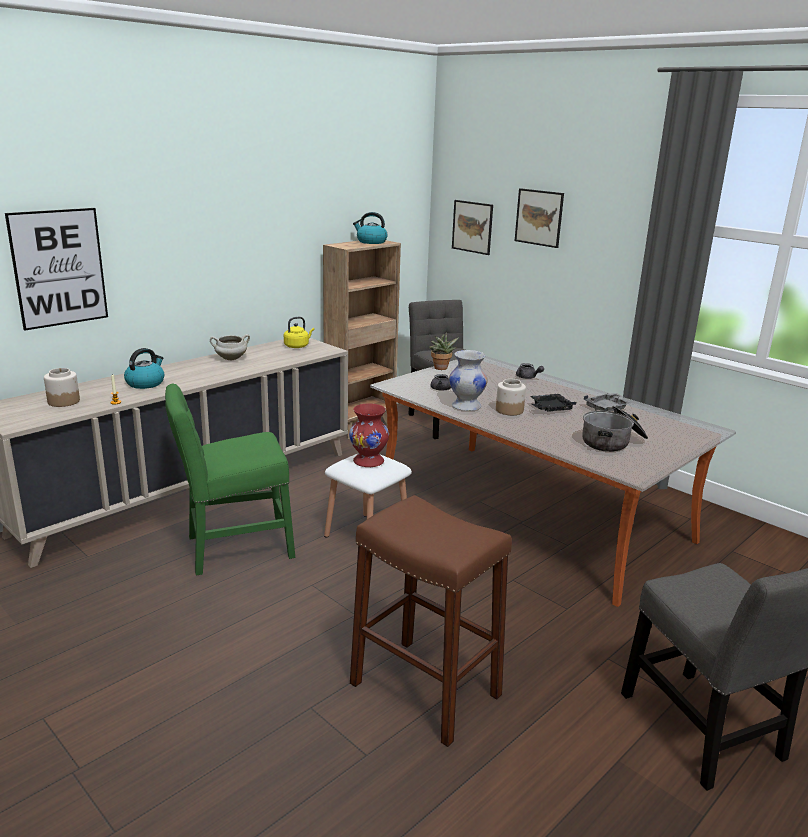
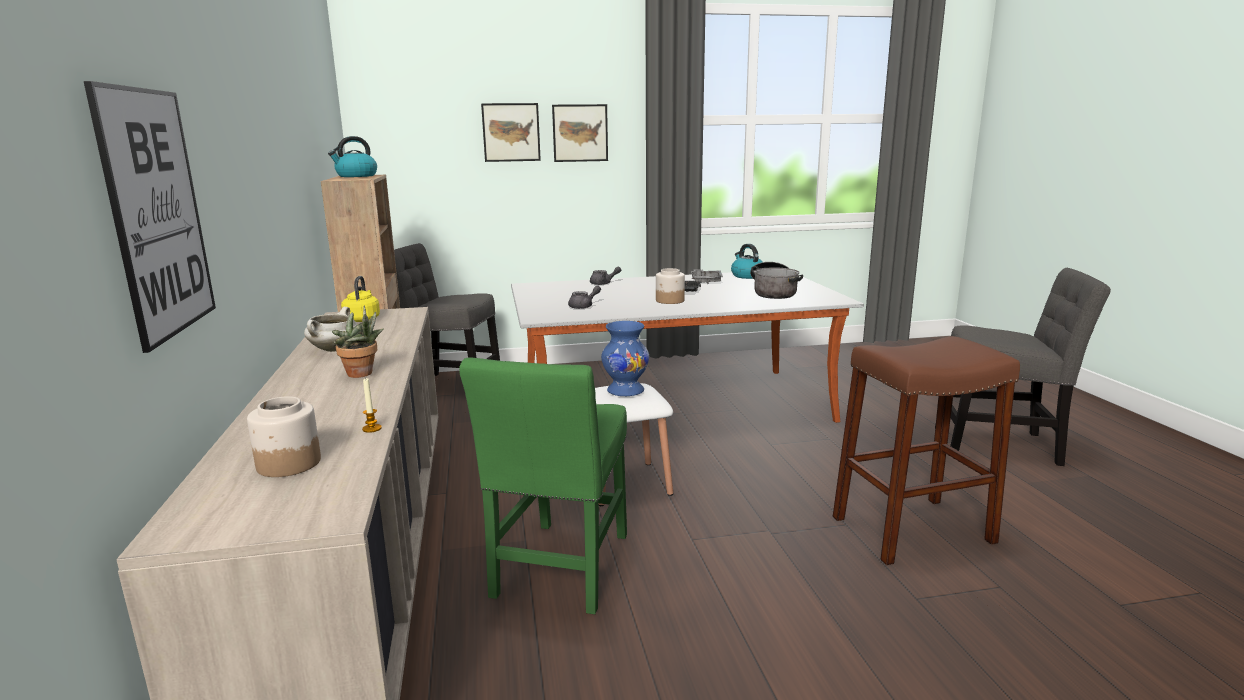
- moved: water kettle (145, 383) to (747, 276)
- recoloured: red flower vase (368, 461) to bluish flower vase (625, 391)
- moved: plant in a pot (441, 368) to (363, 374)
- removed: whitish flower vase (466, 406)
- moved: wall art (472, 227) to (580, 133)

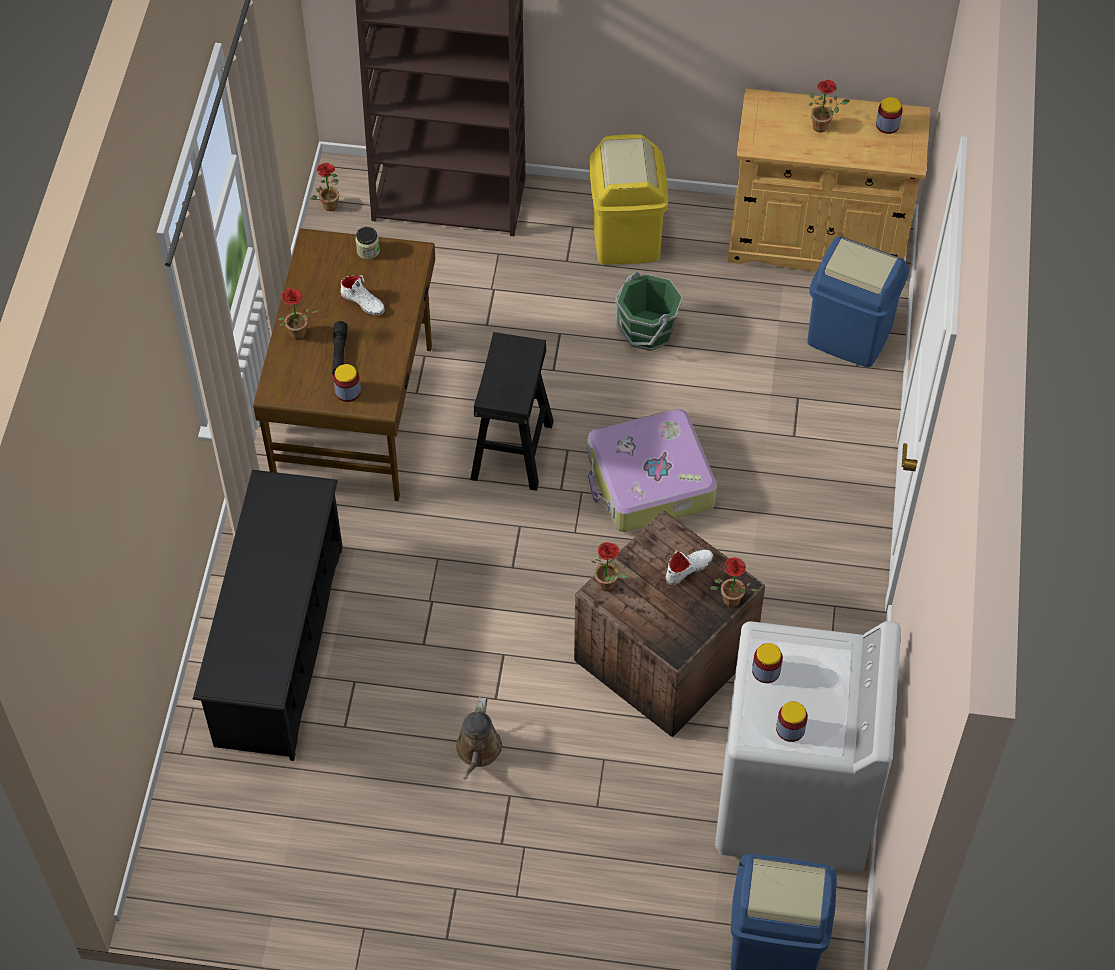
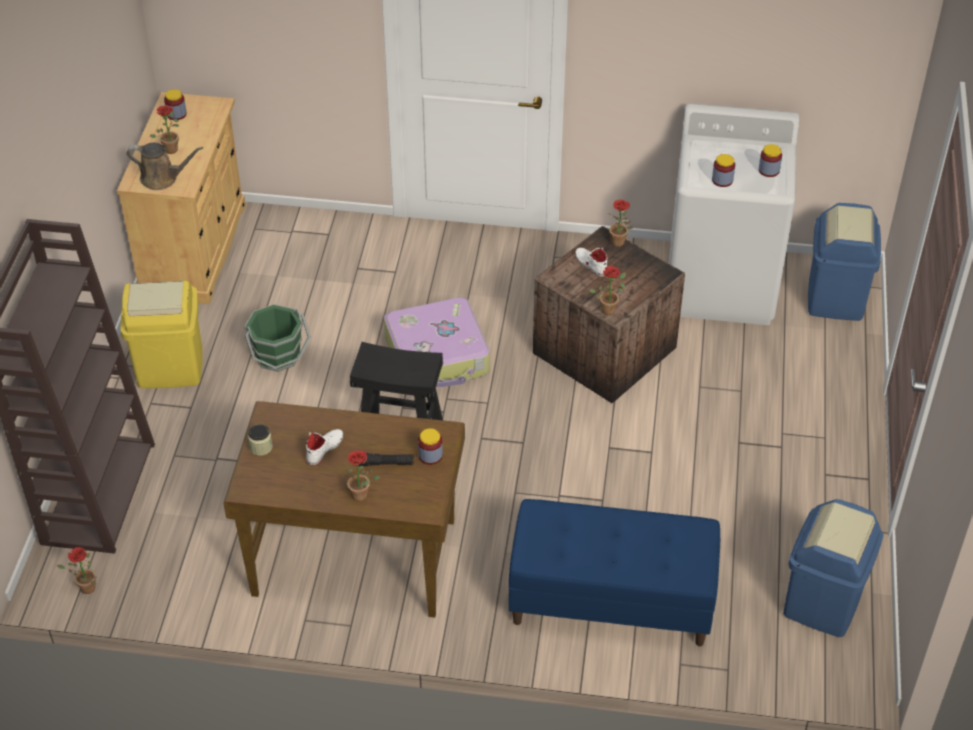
- replaced: black-coloured shoe shelf (279, 645) to bluish bench (610, 602)
- moved: brown sprinkling can (478, 751) to (162, 178)
- moved: bluish trash can (849, 335) to (823, 602)

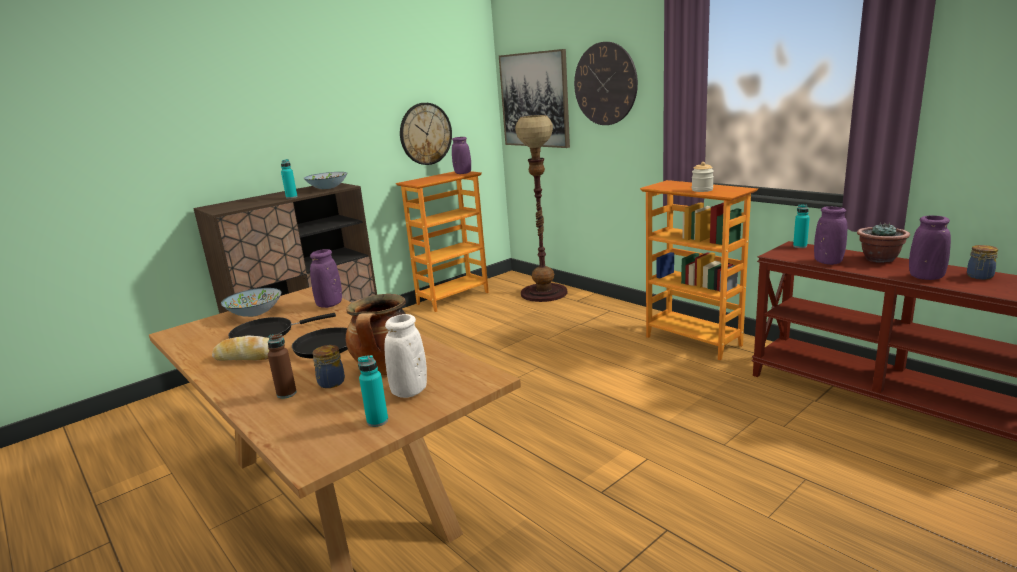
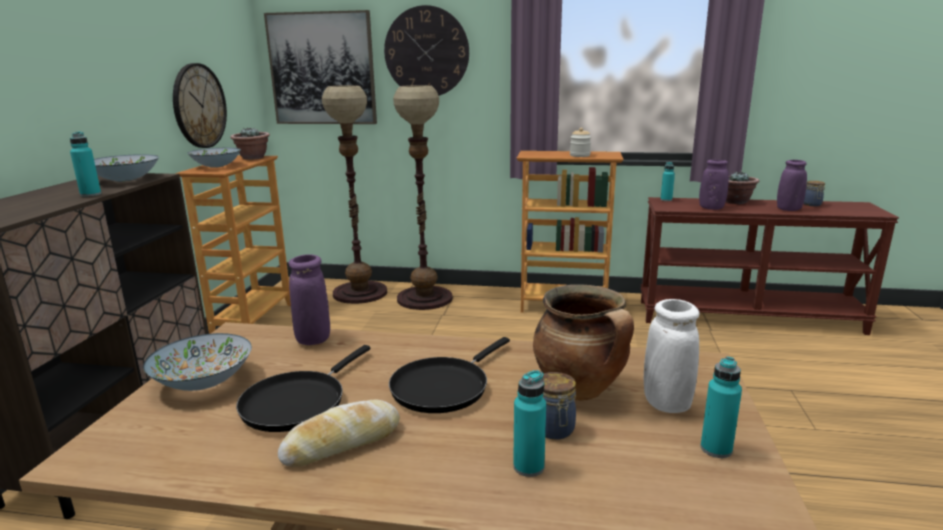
- recoloured: brown drink bottle (286, 394) to turquoise drink bottle (528, 467)
- replaced: purplish flower vase (462, 173) to plant in a pot (253, 158)
- added: bowl (217, 166)
- added: standard lamp (425, 298)

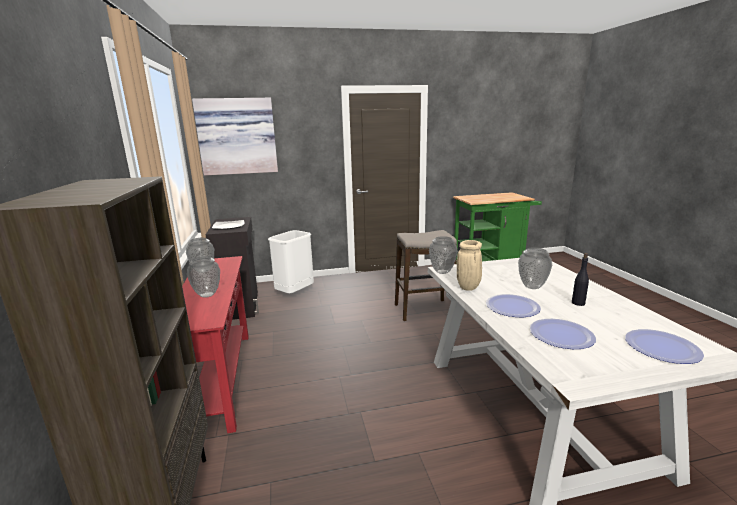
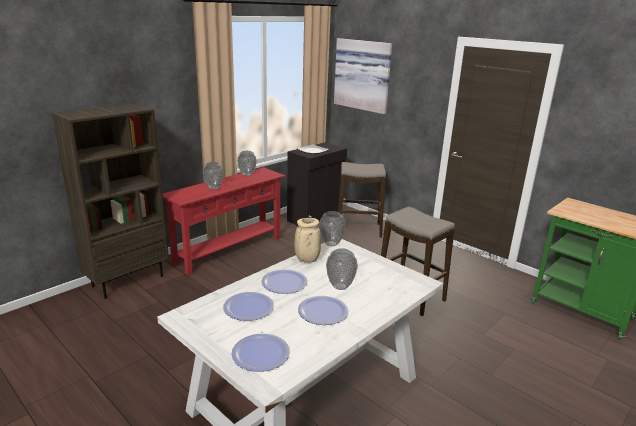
- replaced: whitish trash can (295, 294) to stool (358, 229)
- replaced: black-coloured drink bottle (578, 303) to flat dish (323, 311)

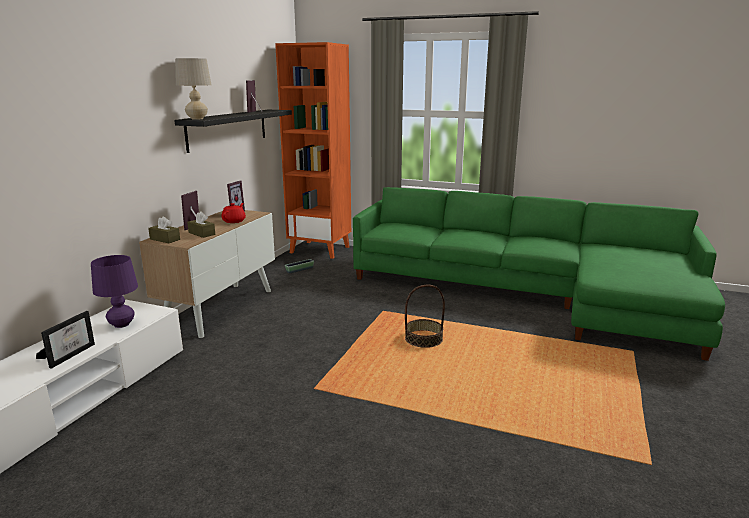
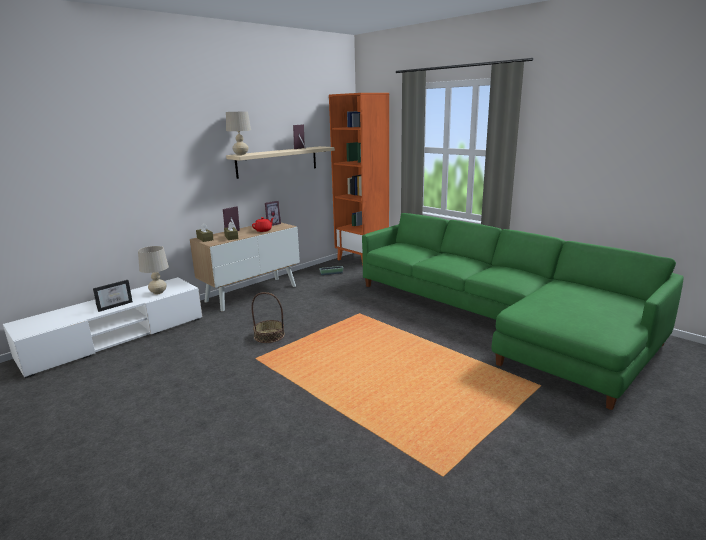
- recoloured: purplish table lamp (121, 324) to beige-coloured table lamp (158, 292)
- recoloured: black-coloured bracket shelf (228, 129) to beige-coloured bracket shelf (277, 161)
- moved: basket (423, 339) to (269, 336)

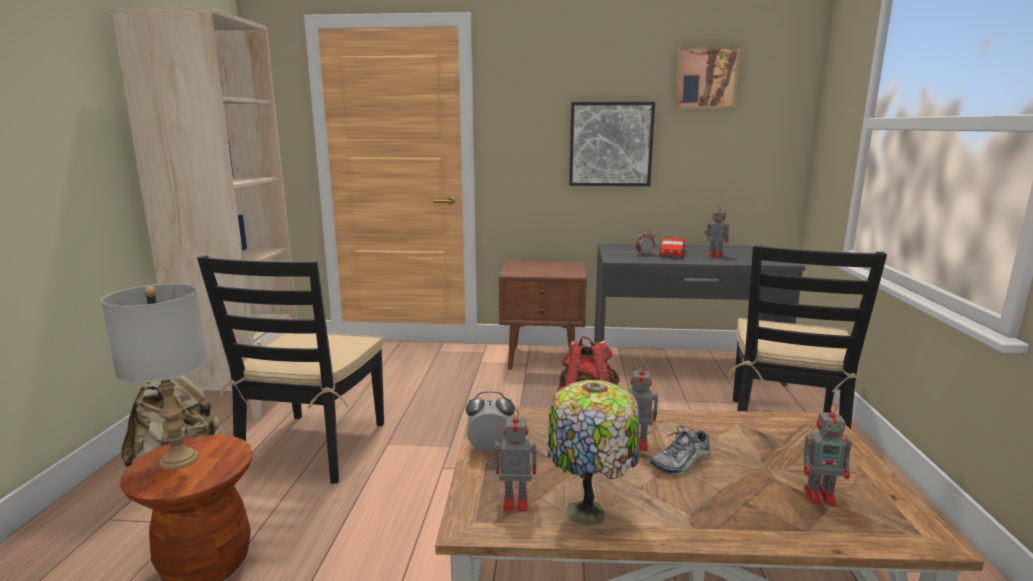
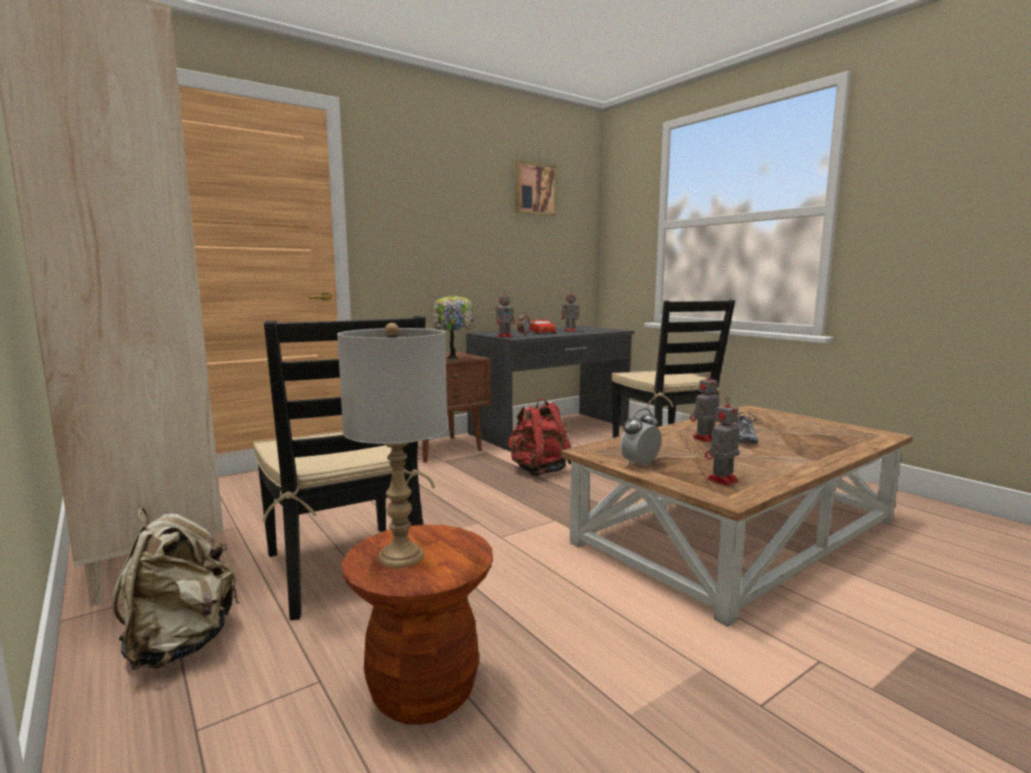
- moved: table lamp (589, 514) to (453, 359)
- removed: wall art (610, 144)
- moved: model robot (821, 496) to (505, 336)

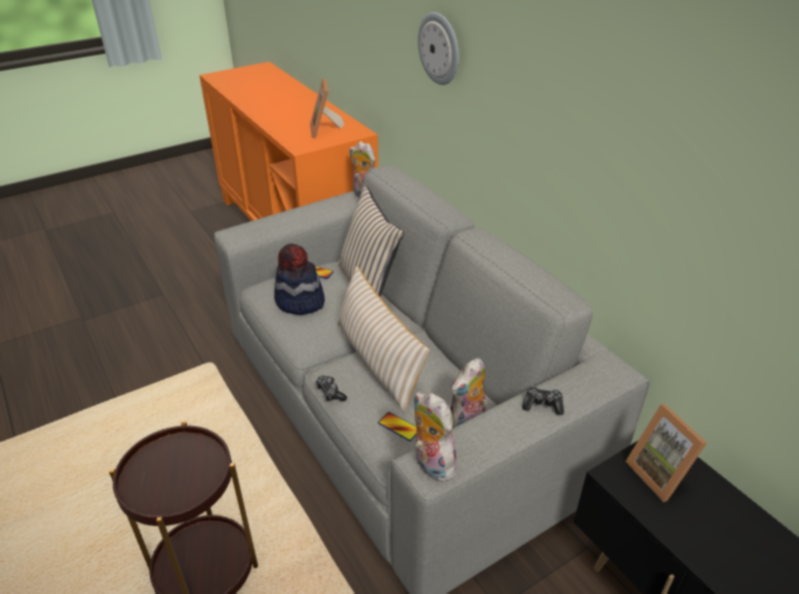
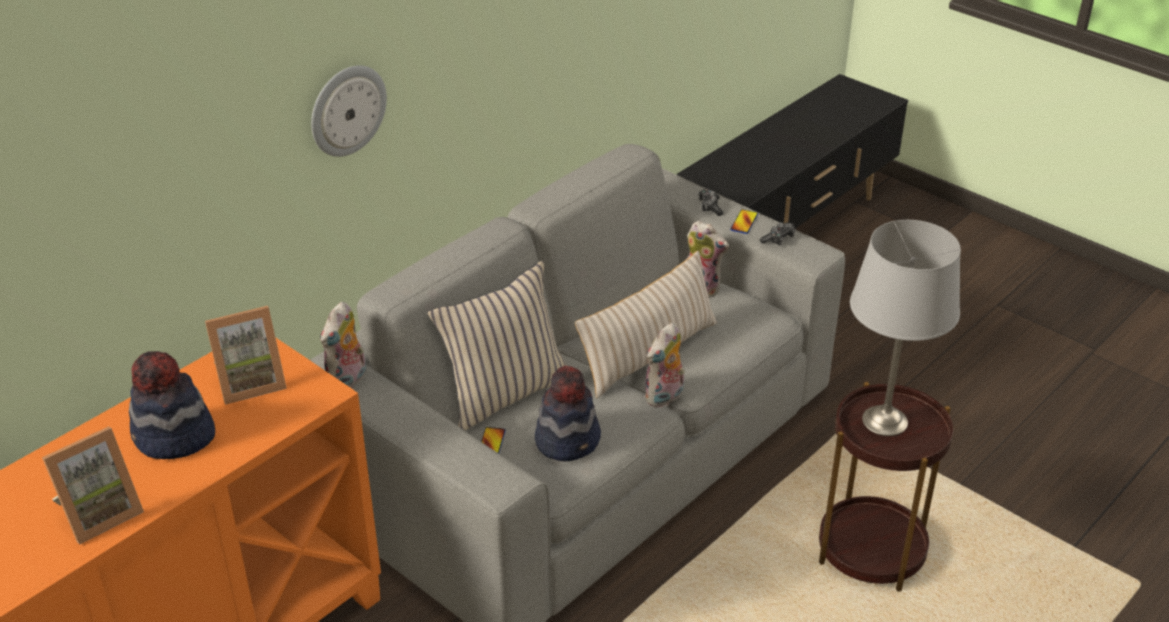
- moved: joypad (330, 393) to (778, 239)
- moved: handset (399, 427) to (744, 222)
- moved: plush toy (431, 464) to (665, 397)
- moved: picture frame (660, 474) to (99, 513)
- added: wearable hat (174, 437)
- added: gray table lamp (885, 421)

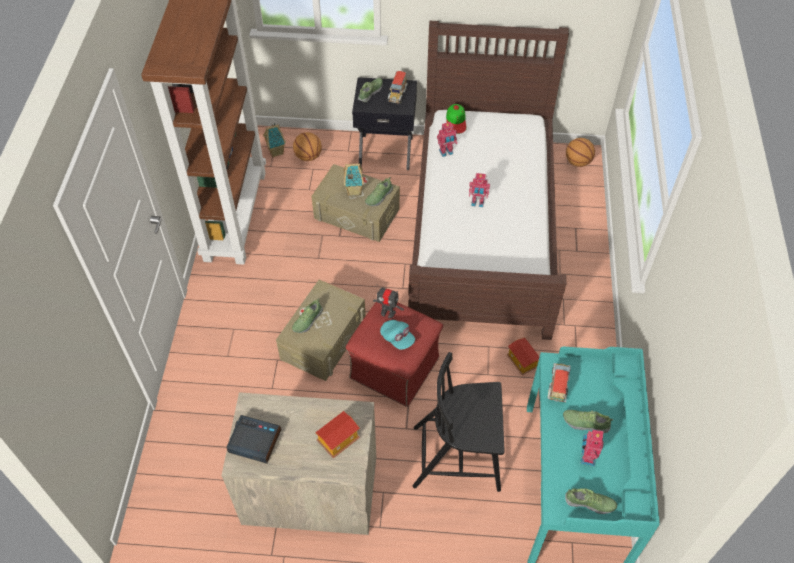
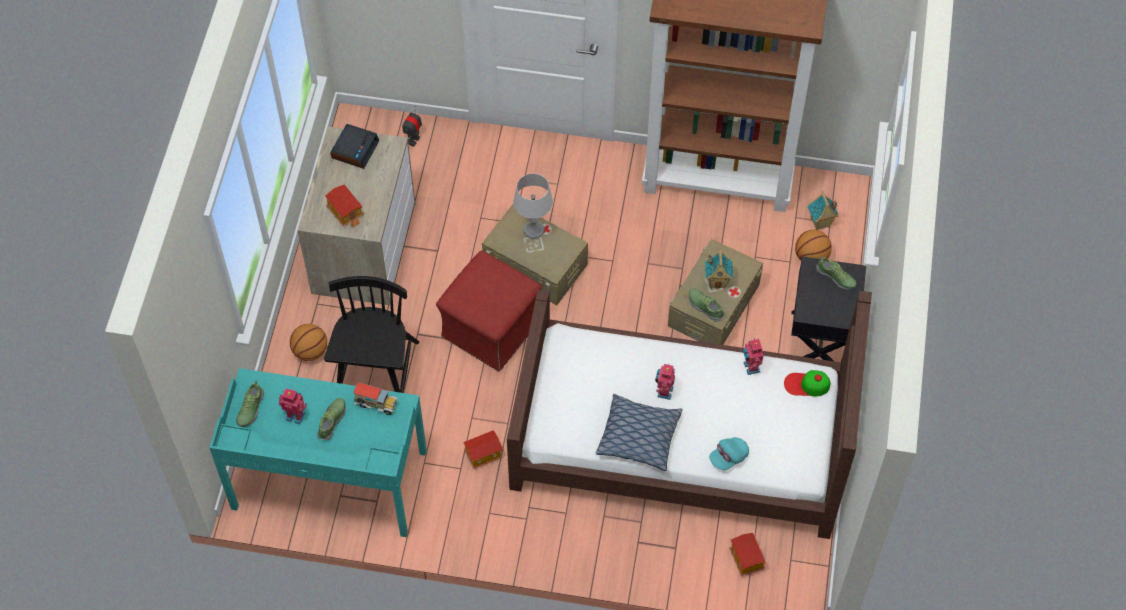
- replaced: shoe (307, 320) to gray table lamp (534, 230)
- moved: model robot (388, 312) to (413, 140)
- moved: turquoise baseball cap (397, 338) to (728, 457)
- removed: model truck (397, 95)
- moved: basketball (577, 162) to (310, 351)
- added: throw pillow (639, 437)
- added: toy house (745, 559)

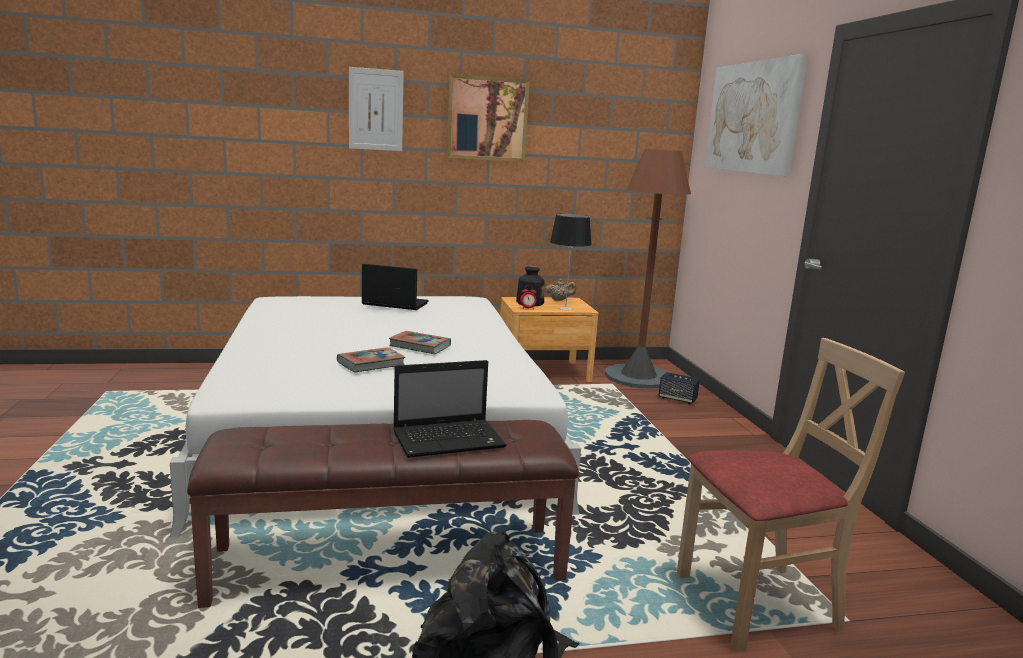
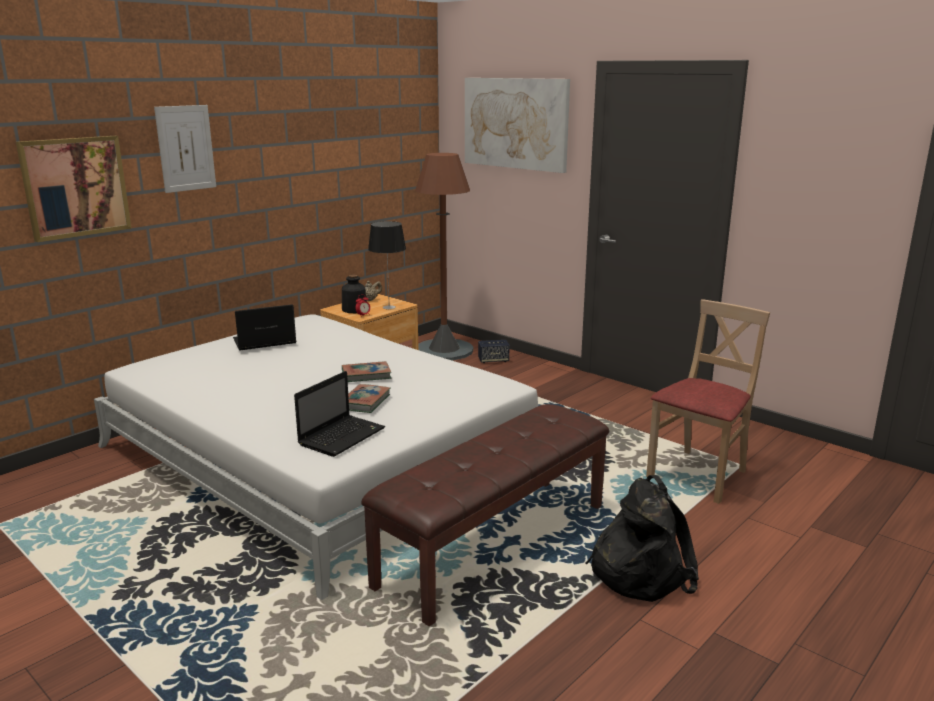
- moved: portable computer (450, 440) to (342, 436)
- moved: wall art (487, 119) to (75, 187)

